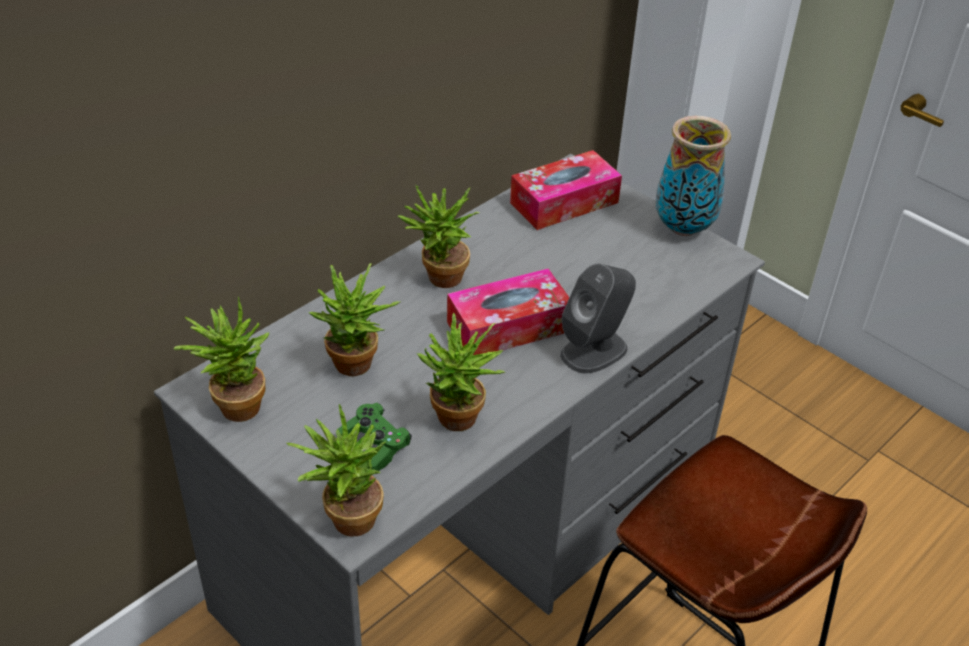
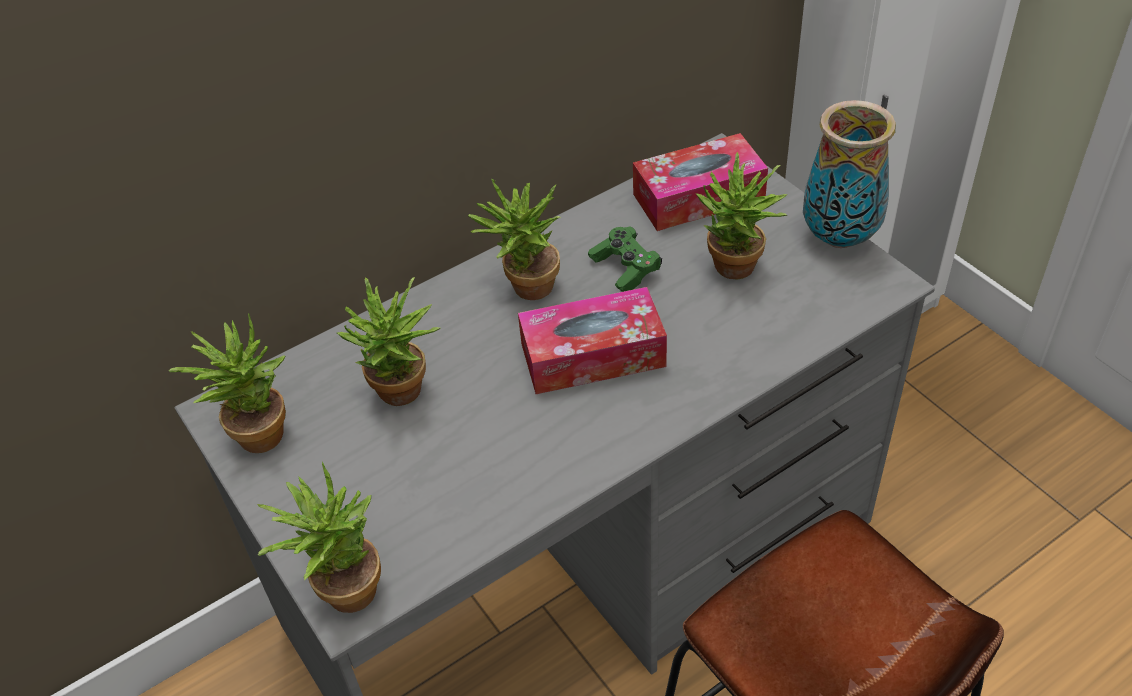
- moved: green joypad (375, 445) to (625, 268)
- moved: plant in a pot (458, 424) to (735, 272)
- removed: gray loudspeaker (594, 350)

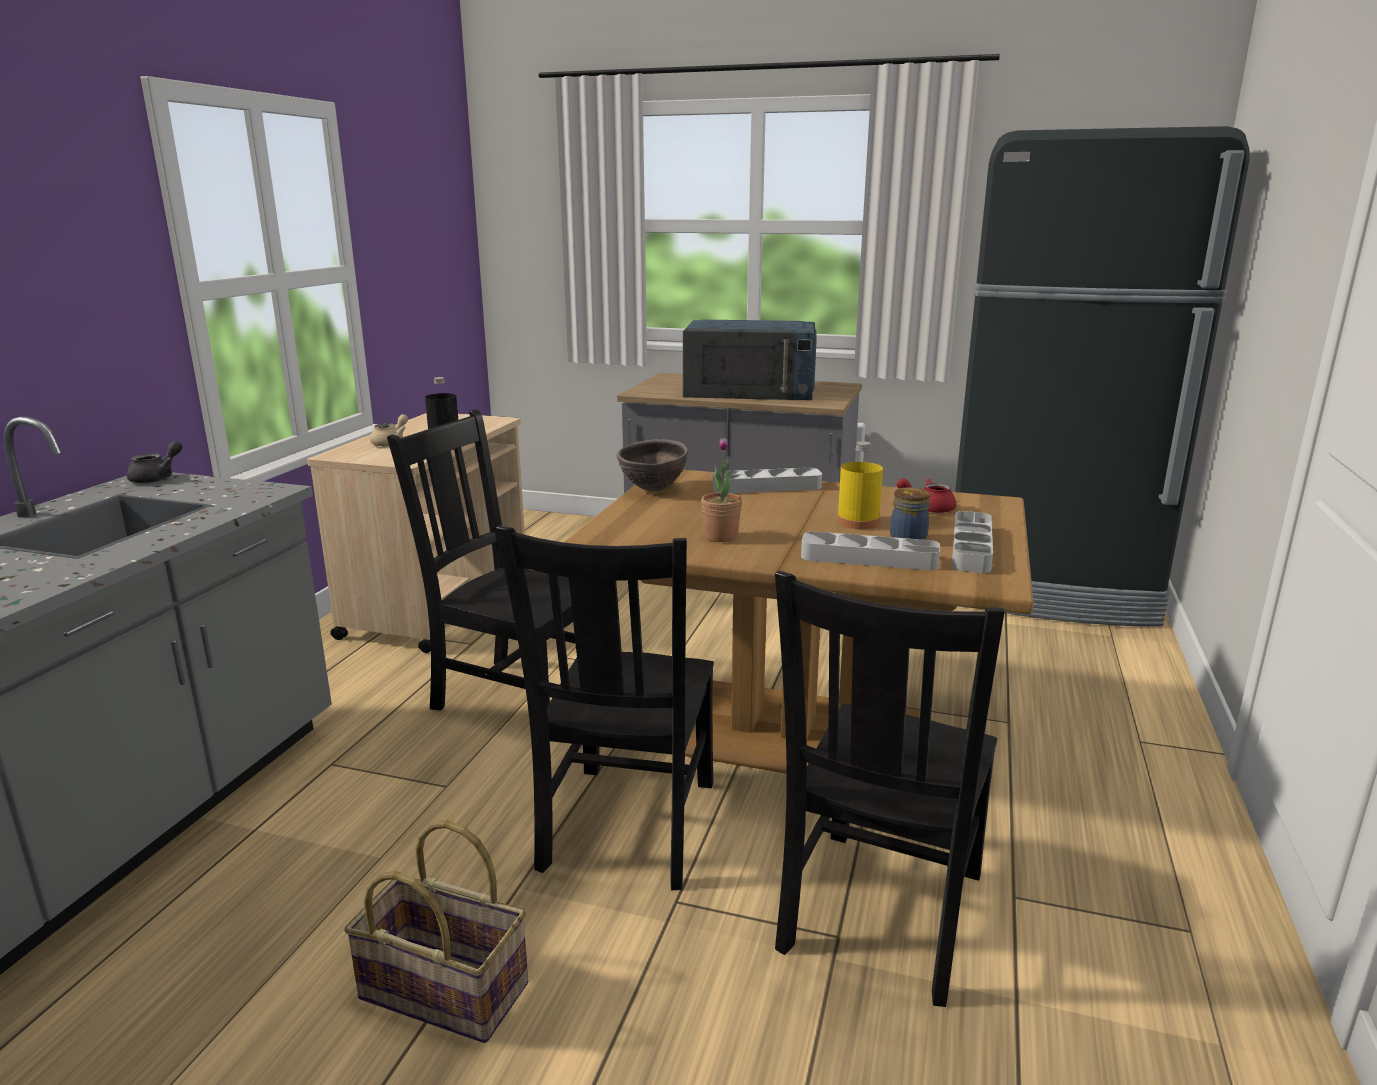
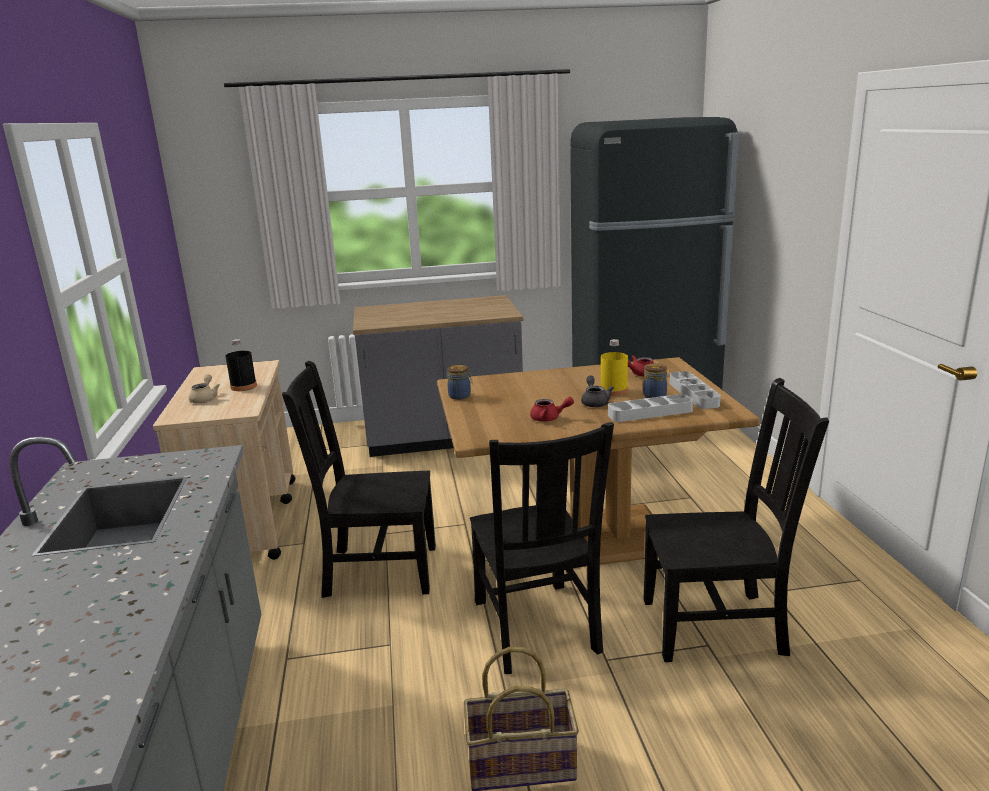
- moved: gray tea pot (158, 478) to (595, 402)
- replaced: brown bowl (653, 490) to storage jar (460, 396)
- removed: bluish microwave oven (750, 390)
- replaced: plant in a pot (721, 537) to red tea pot (549, 418)
- removed: gray carrying tray (767, 487)
- turned: black-coloured chair (879, 915) = (718, 626) 90 degrees counterclockwise

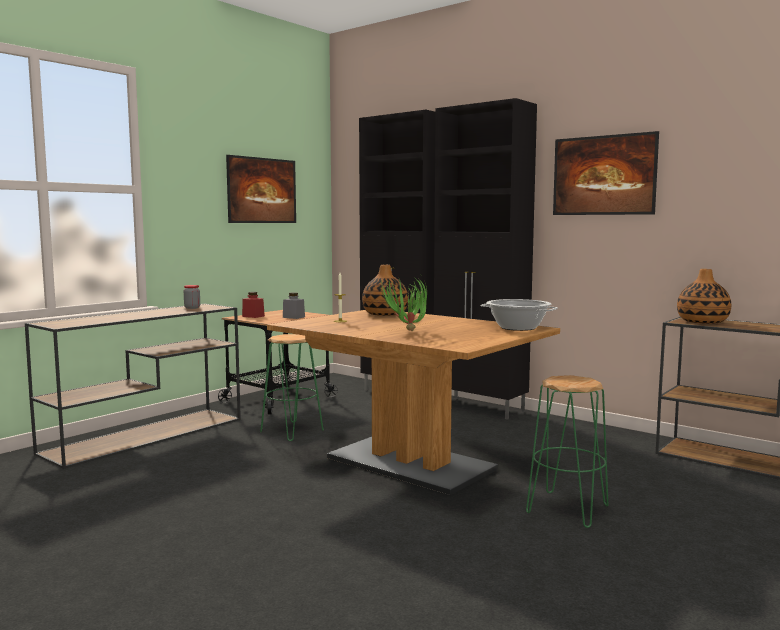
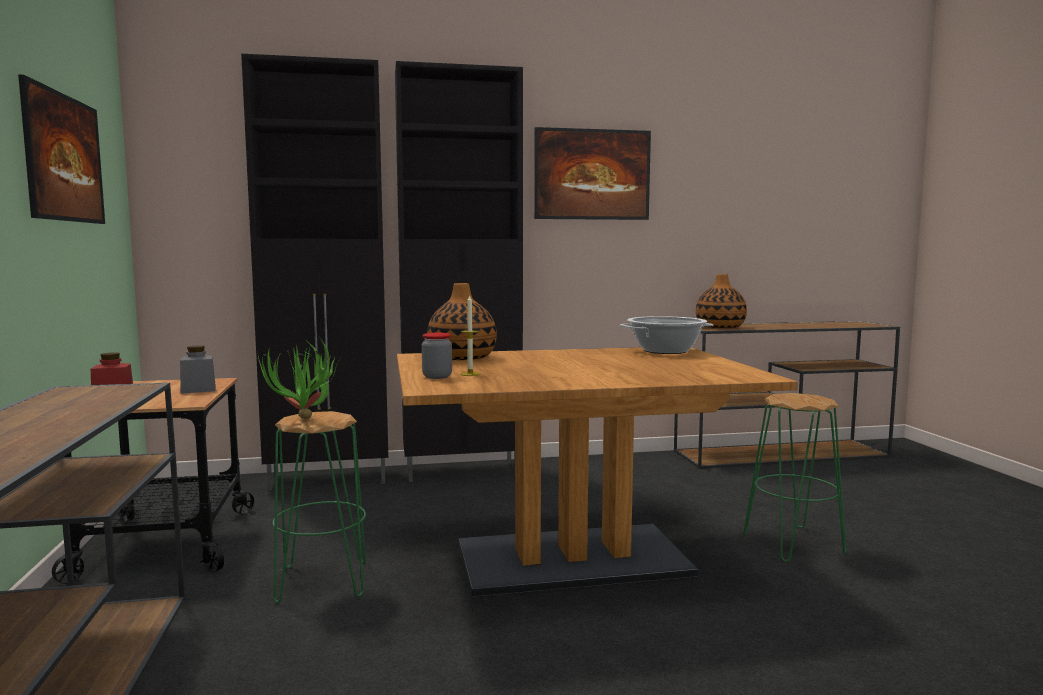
- moved: storage jar (192, 308) to (437, 377)
- moved: plant in a pot (406, 332) to (304, 422)

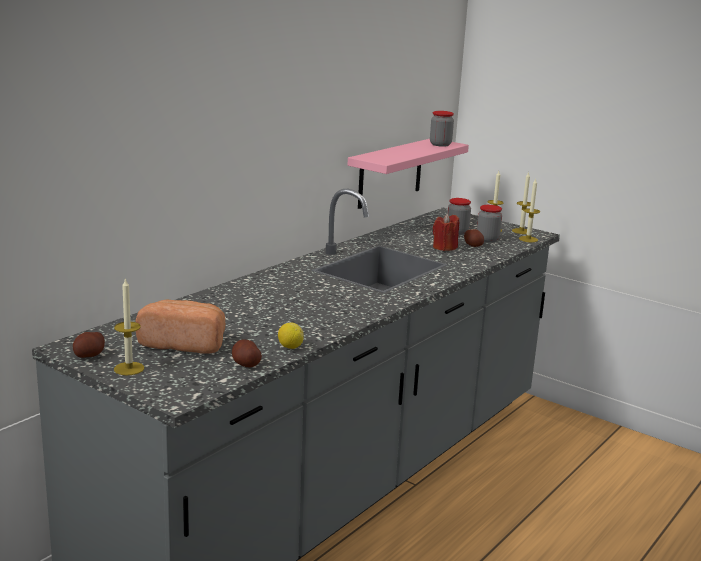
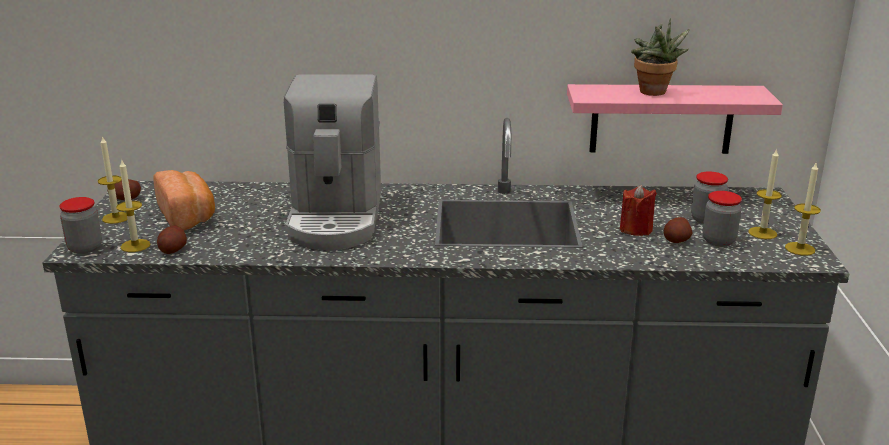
- removed: citrus fruit (290, 347)
- moved: storage jar (440, 144) to (85, 248)
- moved: candle (528, 239) to (135, 245)
- added: coffee brewer (336, 218)
- added: plant in a pot (654, 93)

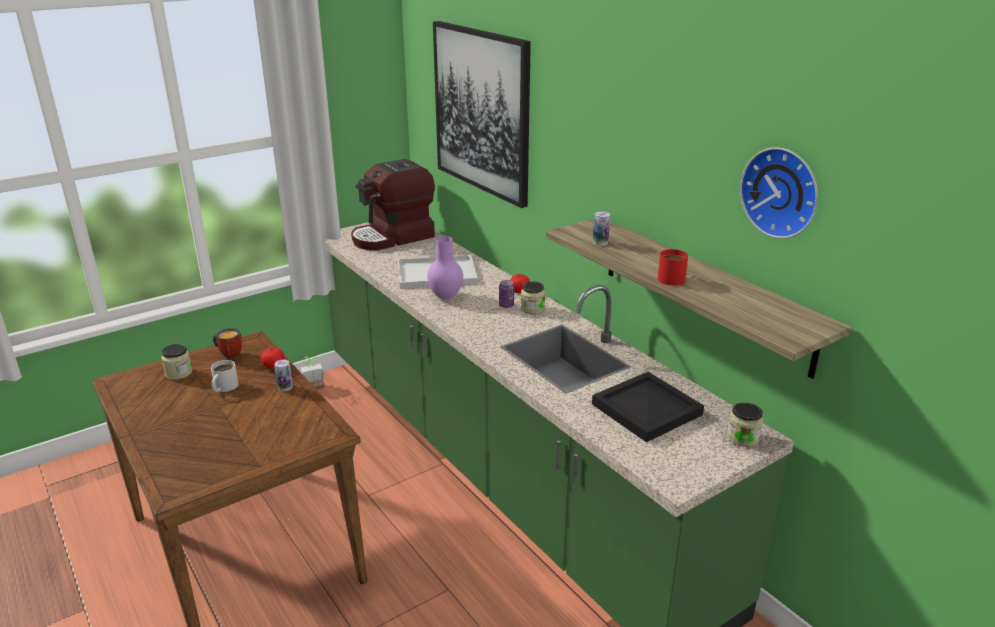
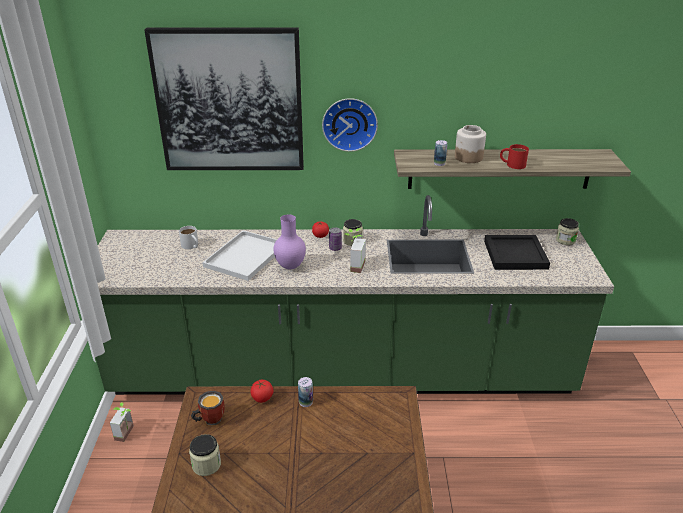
- moved: whitish tea mug (223, 388) to (191, 246)
- removed: coffee brewer (393, 237)
- moved: hanging clock (782, 192) to (349, 123)
- added: plant in a pot (353, 265)
- added: storage jar (468, 157)

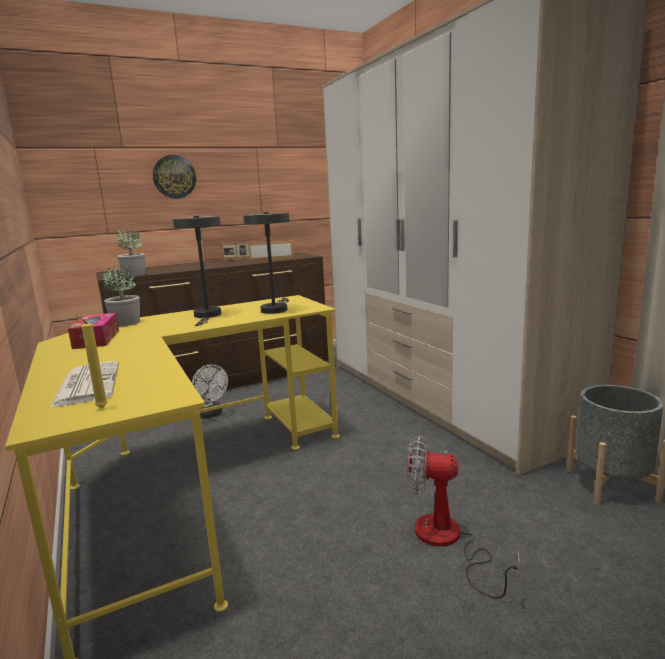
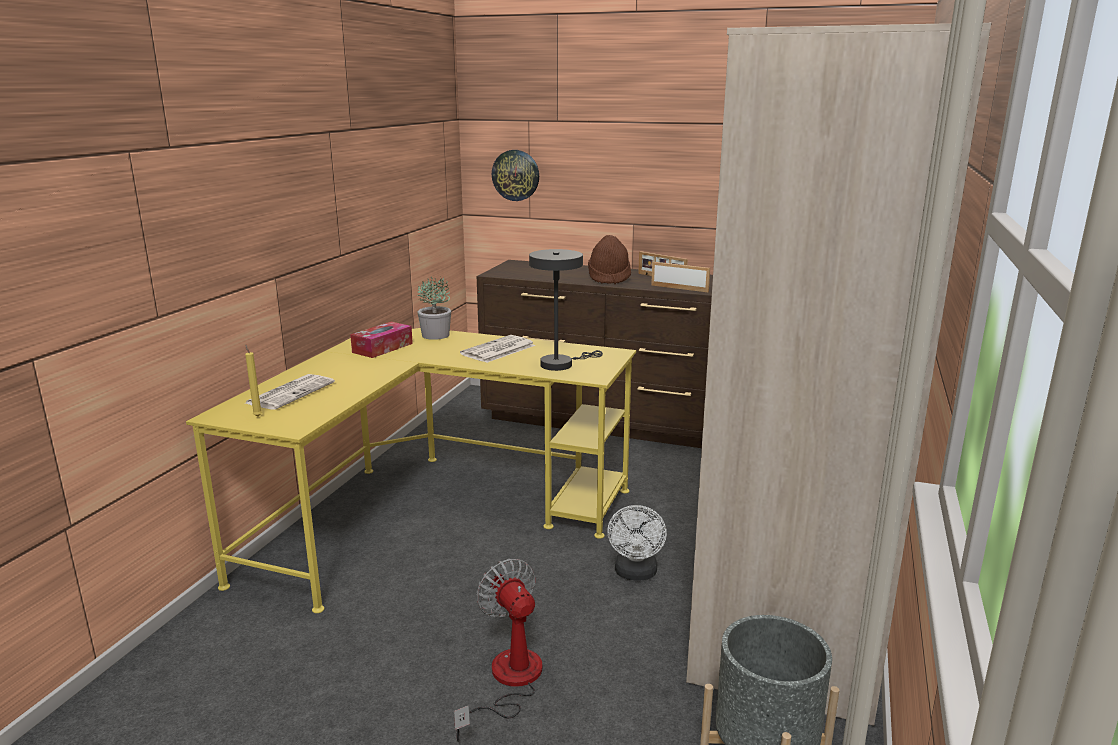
- removed: plant in a pot (134, 274)
- moved: hanging clock (174, 177) to (516, 175)
- replaced: gray table lamp (207, 316) to printed paper (498, 350)
- moved: whitish cooling fan (210, 414) to (635, 574)
- added: brown wearable hat (609, 278)

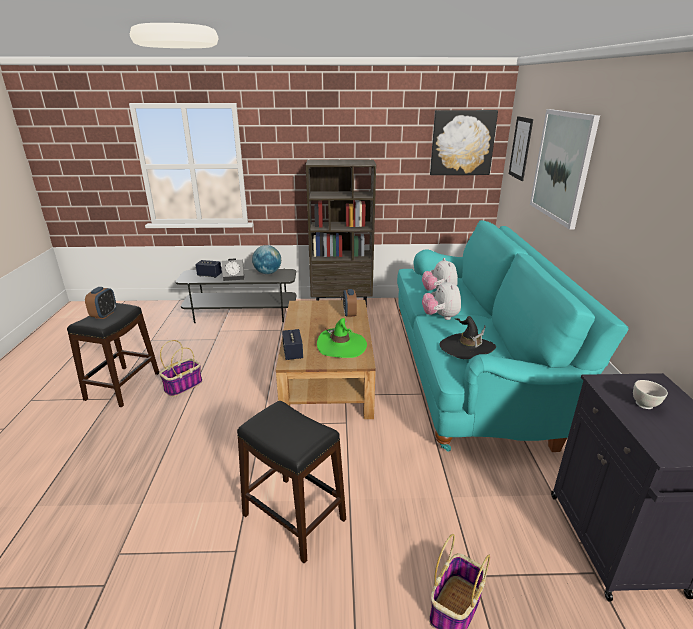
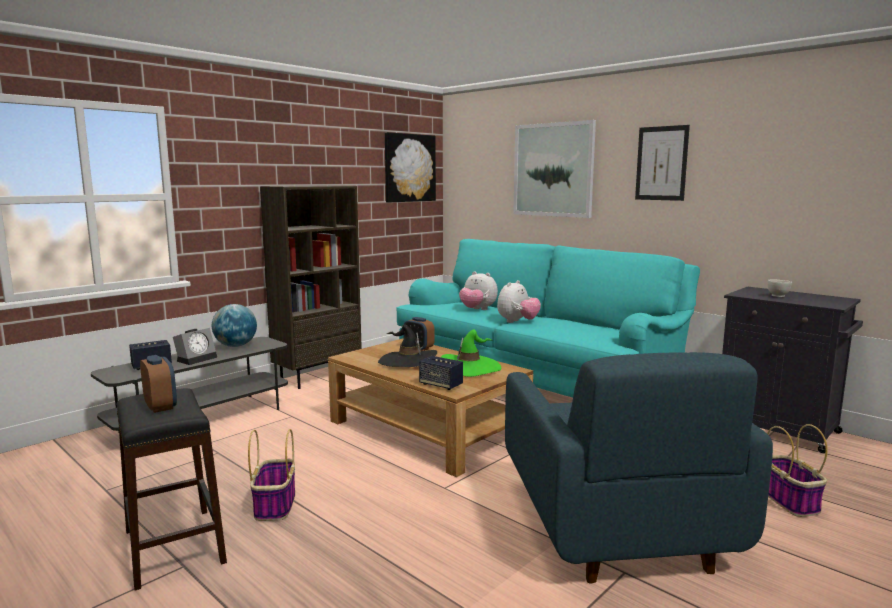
- replaced: black-coloured stool (294, 518) to bluish armchair (615, 525)
- turned: plush toy (440, 317) = (517, 322) 90 degrees counterclockwise
- moved: black-coloured wearable hat (467, 348) to (407, 361)
- moved: wall art (520, 148) to (661, 163)

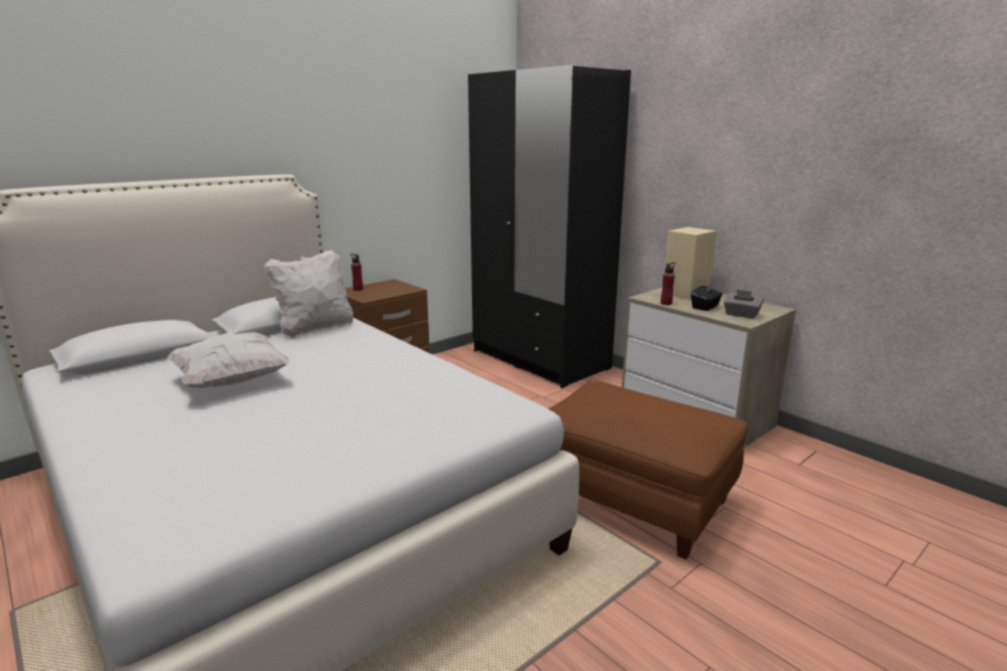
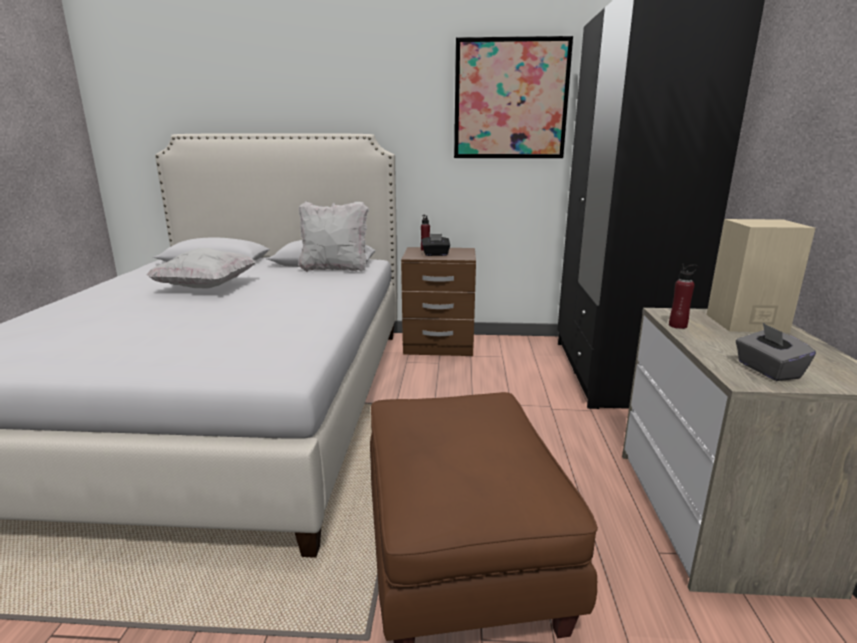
- moved: black-coloured tissue box (705, 307) to (435, 254)
- added: wall art (510, 99)

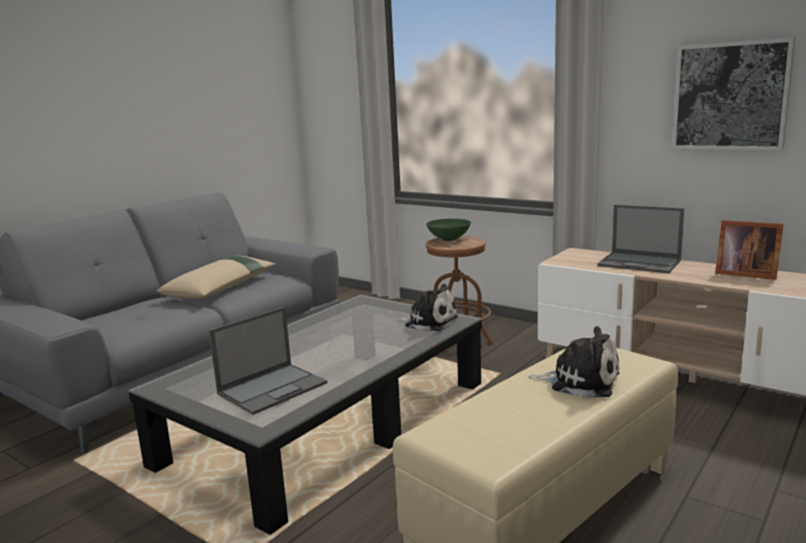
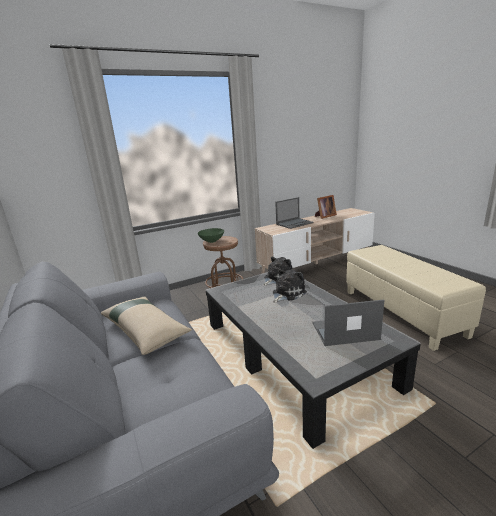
- turned: portable computer (273, 388) = (344, 331) 75 degrees counterclockwise
- moved: plush toy (580, 381) to (287, 293)
- removed: wall art (730, 96)

